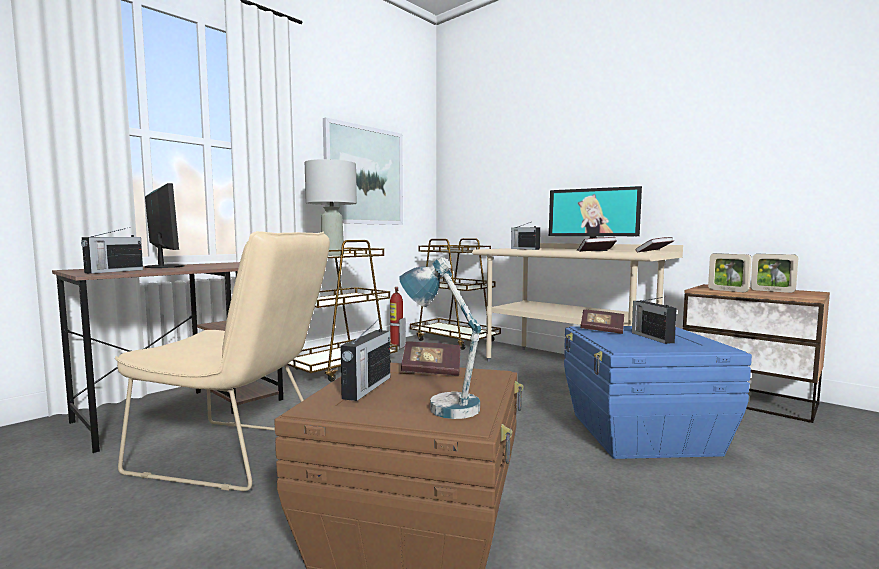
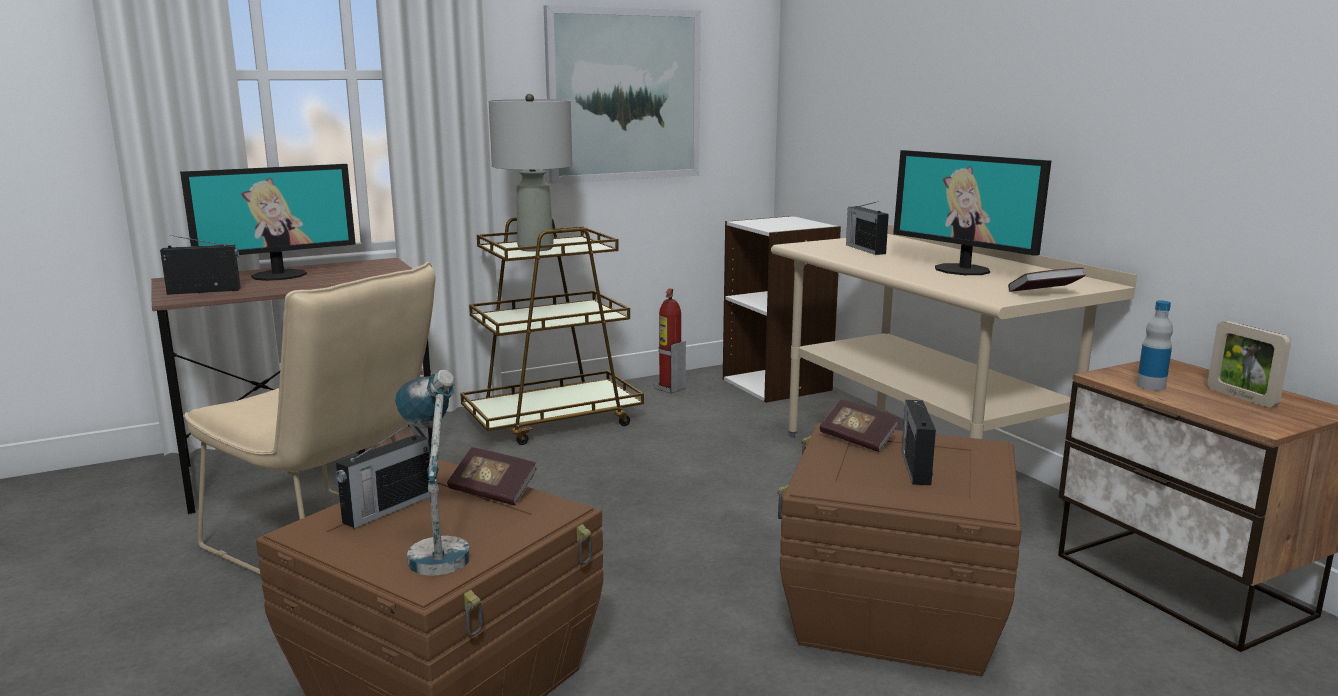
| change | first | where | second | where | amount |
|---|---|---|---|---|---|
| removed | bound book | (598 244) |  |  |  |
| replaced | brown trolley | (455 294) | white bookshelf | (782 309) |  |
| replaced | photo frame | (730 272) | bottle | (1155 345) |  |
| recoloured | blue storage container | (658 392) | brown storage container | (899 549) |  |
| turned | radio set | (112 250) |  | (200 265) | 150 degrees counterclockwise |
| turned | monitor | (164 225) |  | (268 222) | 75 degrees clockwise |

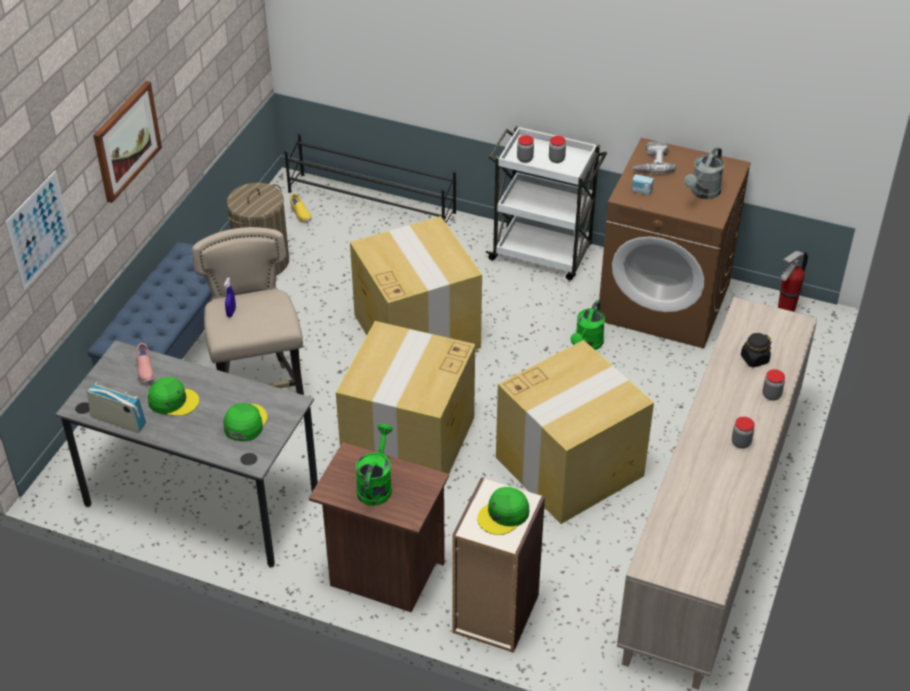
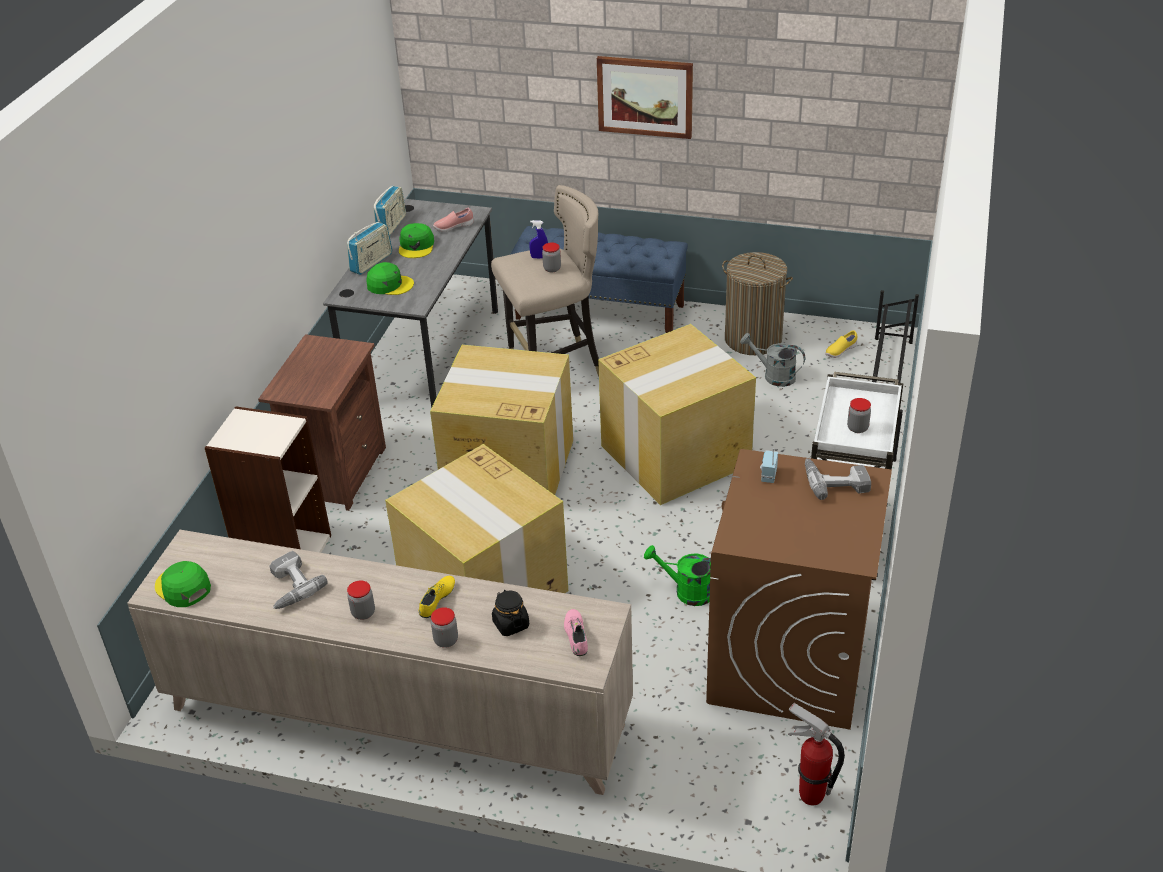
| change | first | where | second | where | amount |
|---|---|---|---|---|---|
| removed | wall picture | (38 230) |  |  |  |
| removed | green sprinkling can | (374 465) |  |  |  |
| added |  |  | drill | (298 580) |  |
| added |  |  | radio set | (369 248) |  |
| added |  |  | yellow-coloured shoe | (437 597) |  |
| added |  |  | pink shoe | (576 632) |  |
| moved | green cap | (503 511) |  | (183 584) |  |
| moved | preserve jar | (525 149) |  | (551 257) |  |
| moved | gray sprinkling can | (704 173) |  | (772 360) |  |

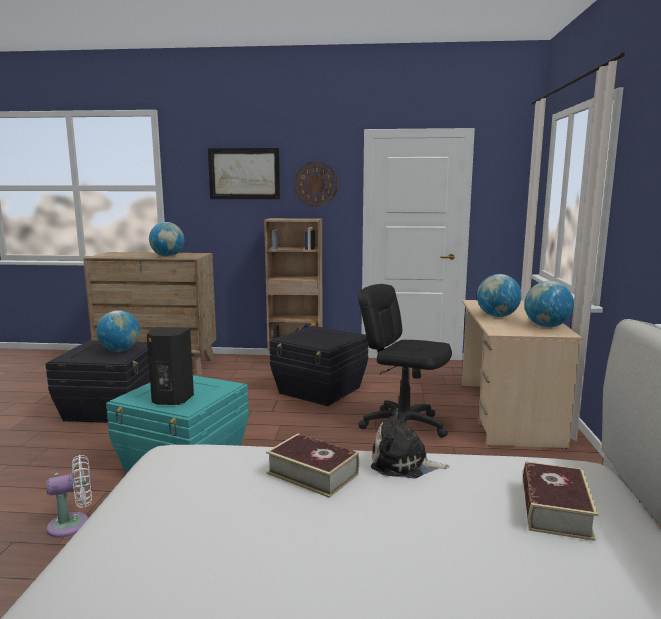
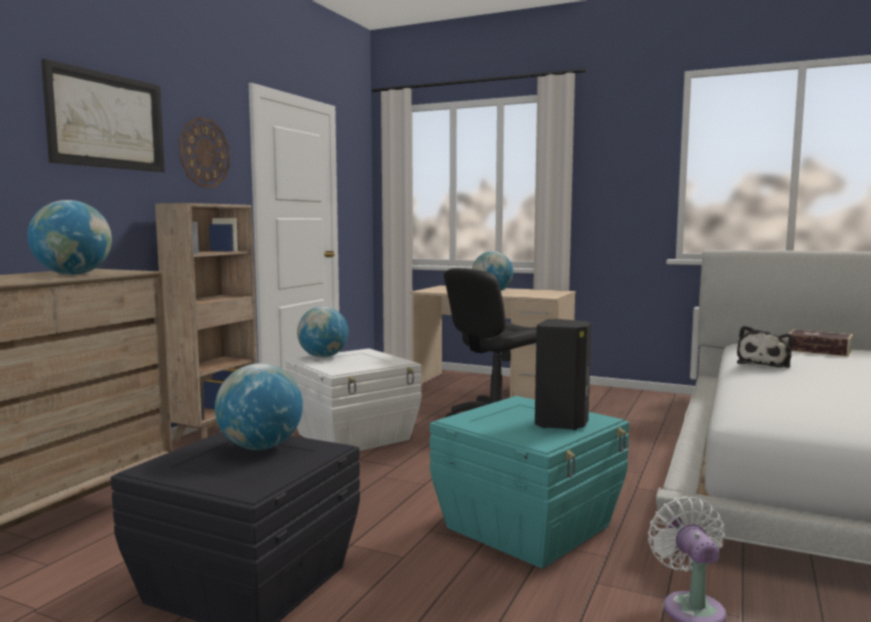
| change | first | where | second | where | amount |
|---|---|---|---|---|---|
| removed | bound book | (312 465) |  |  |  |
| moved | world globe | (549 304) |  | (322 332) |  |
| recoloured | black-coloured storage container | (318 366) | white storage container | (354 400) |  |

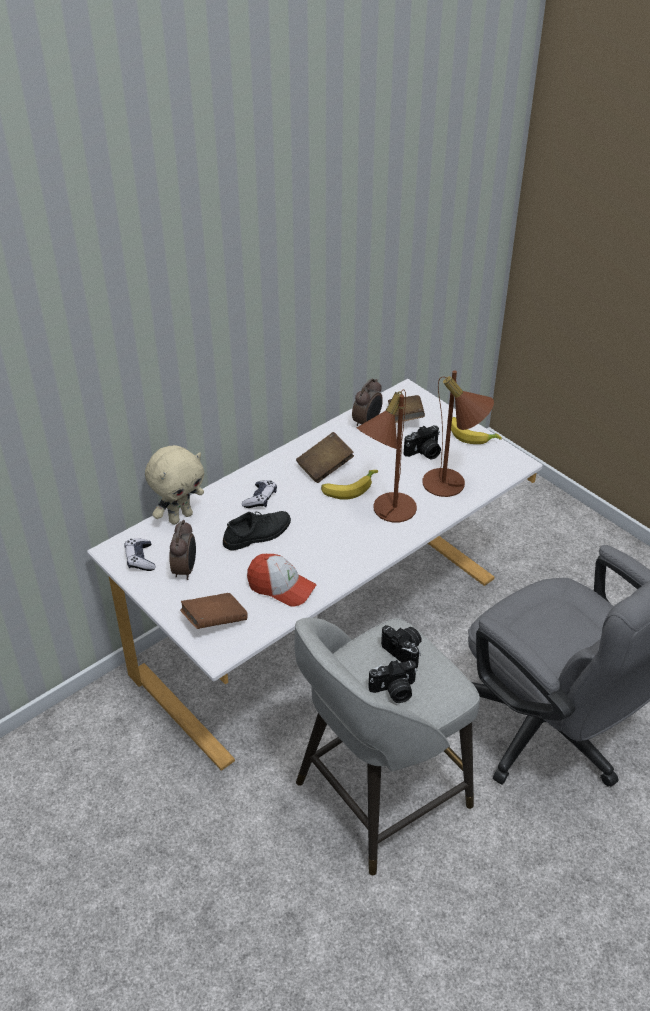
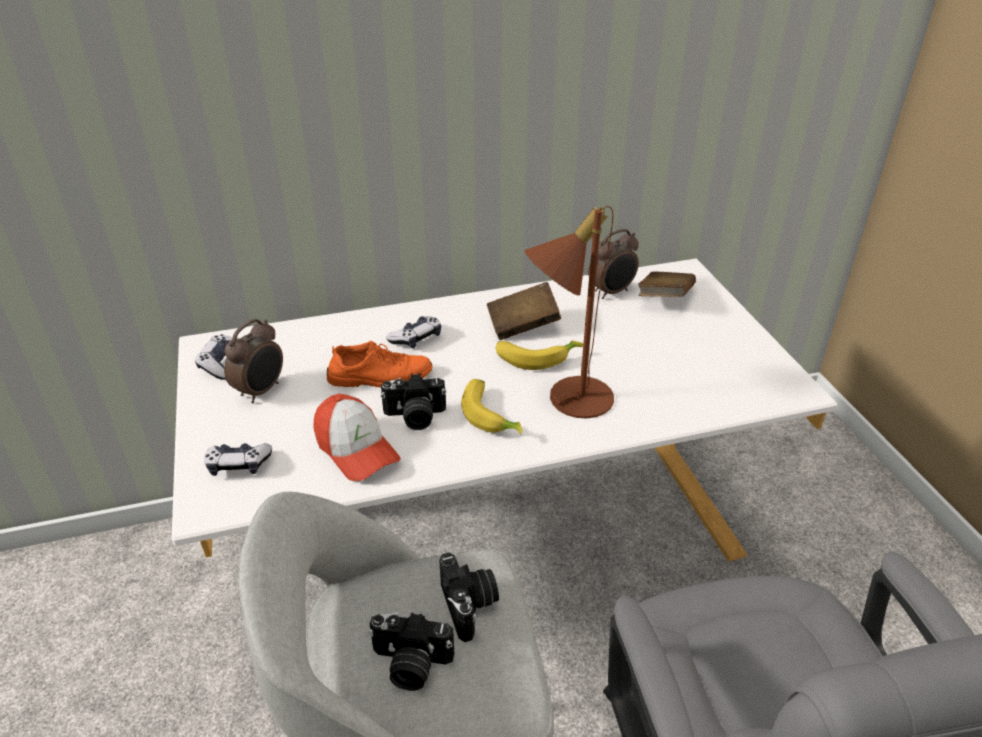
| change | first | where | second | where | amount |
|---|---|---|---|---|---|
| removed | beige plush toy | (174 485) |  |  |  |
| removed | brown tabletop lamp | (458 434) |  |  |  |
| moved | still camera | (422 442) |  | (413 401) |  |
| moved | whole banana | (476 430) |  | (491 406) |  |
| replaced | brown bound book | (214 611) | joypad | (238 459) |  |
| recoloured | black-coloured shoe | (257 530) | orange shoe | (379 364) |  |

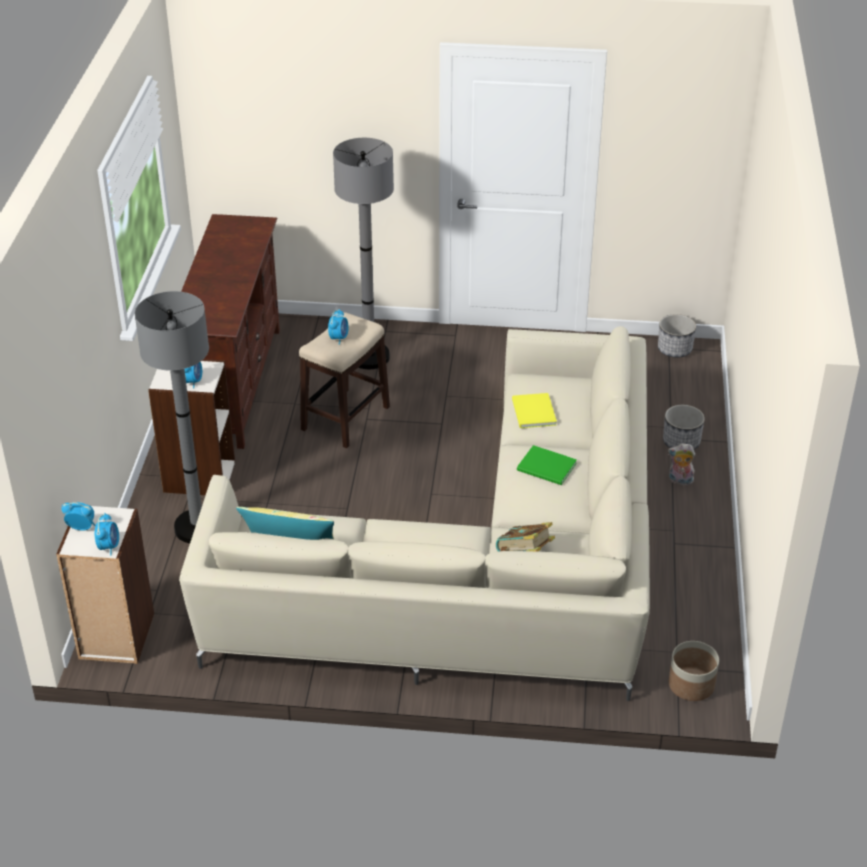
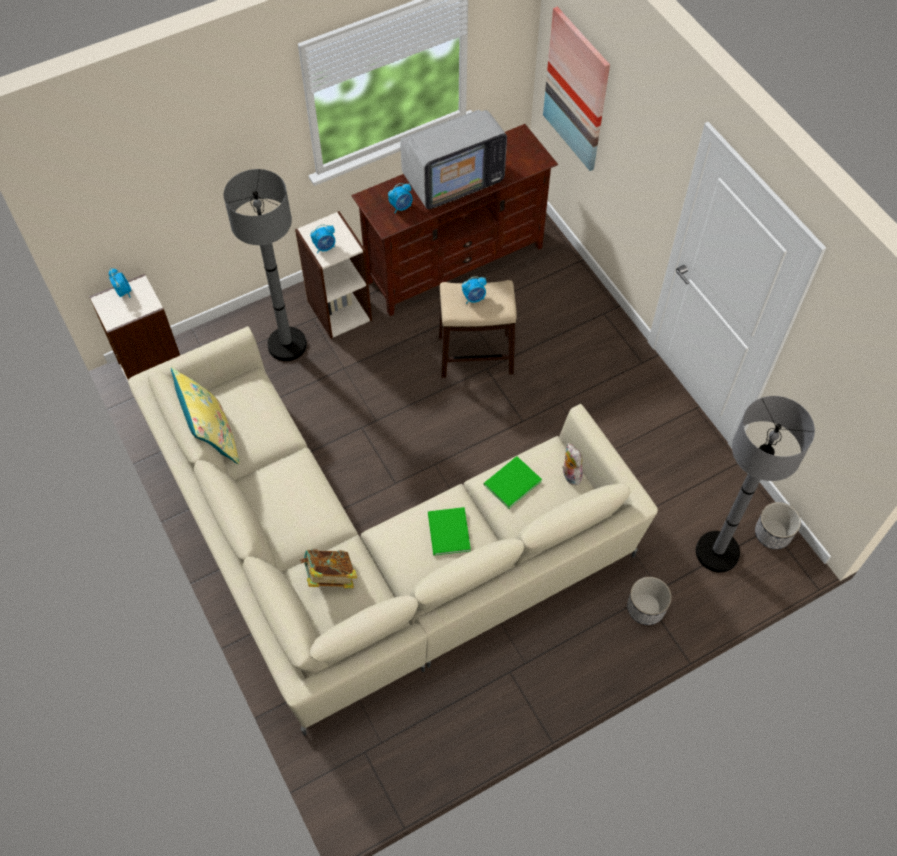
| change | first | where | second | where | amount |
|---|---|---|---|---|---|
| removed | flower pot | (693 671) |  |  |  |
| added |  |  | TV set | (453 159) |  |
| added |  |  | wall picture | (576 89) |  |
| moved | alarm clock | (106 534) |  | (400 198) |  |
| moved | gray floor lamp | (363 253) |  | (755 484) |  |
| moved | plush toy | (681 464) |  | (572 464) |  |
| recoloured | yellow-coloured bound book | (534 410) | green bound book | (513 482) |  |

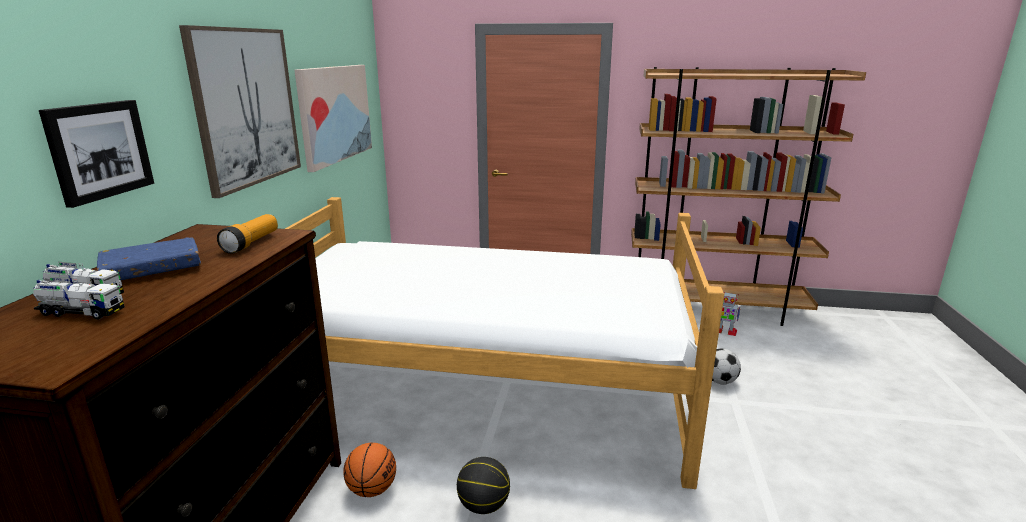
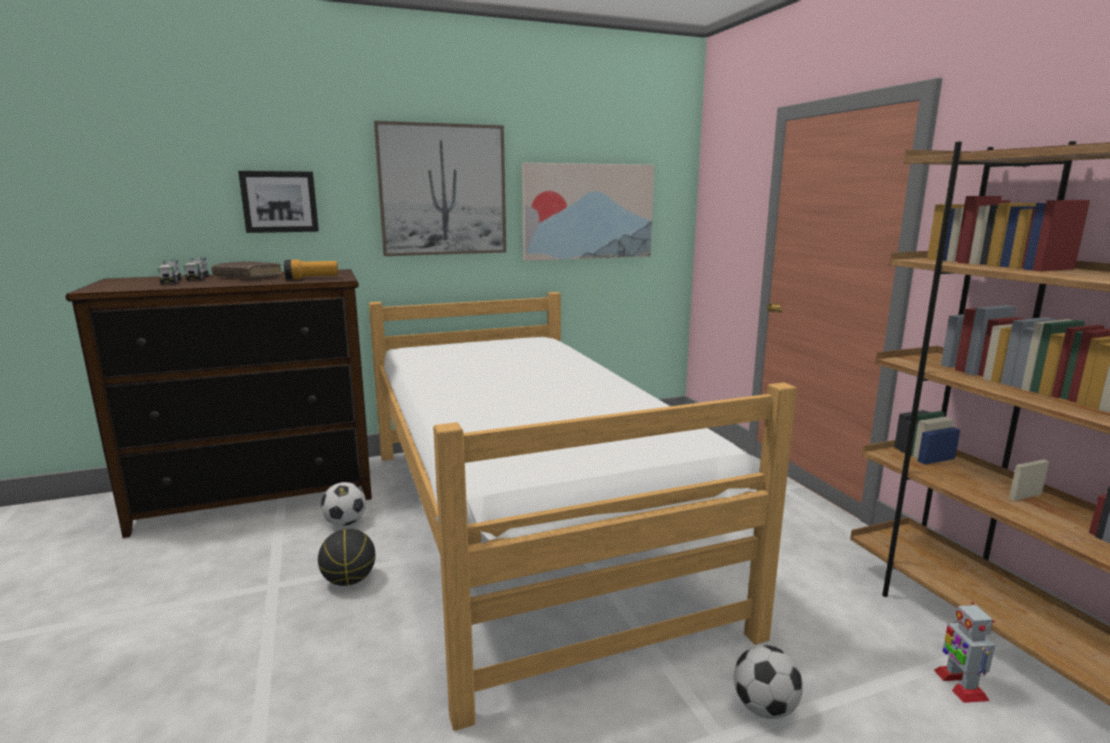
| change | first | where | second | where | amount |
|---|---|---|---|---|---|
| replaced | ball for basketball | (369 470) | football | (343 504) |  |
| recoloured | blue bound book | (149 259) | brown bound book | (246 270) |  |

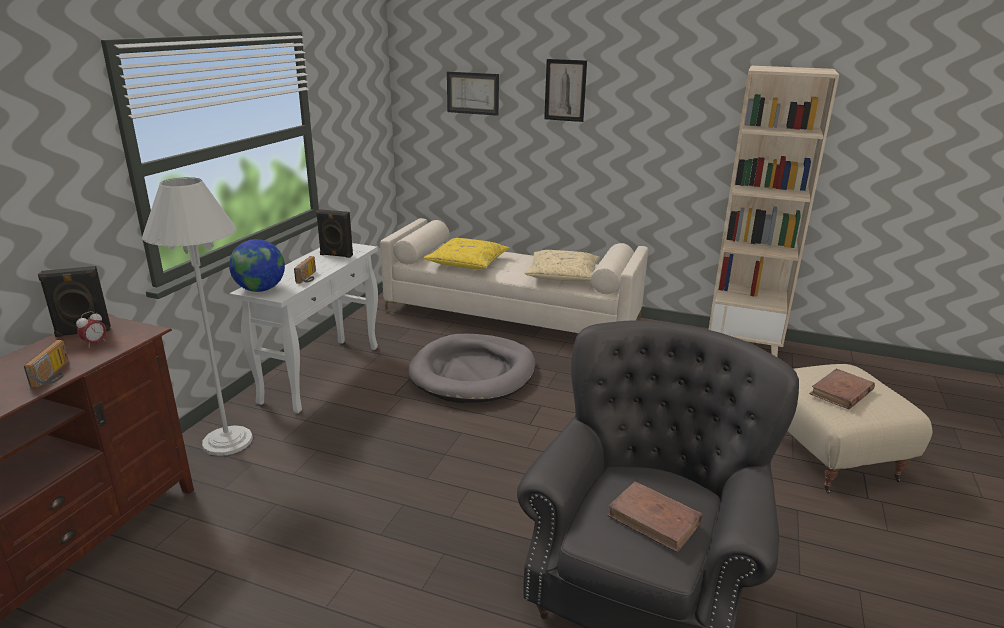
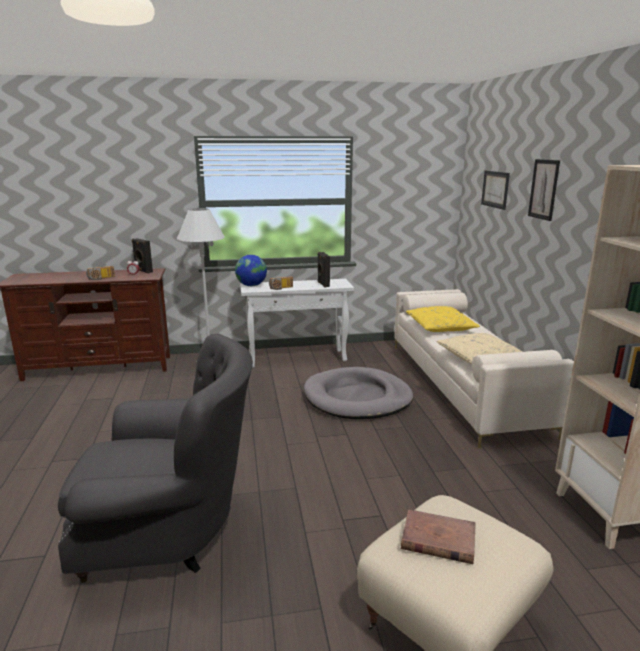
| change | first | where | second | where | amount |
|---|---|---|---|---|---|
| removed | brown bound book | (655 517) |  |  |  |

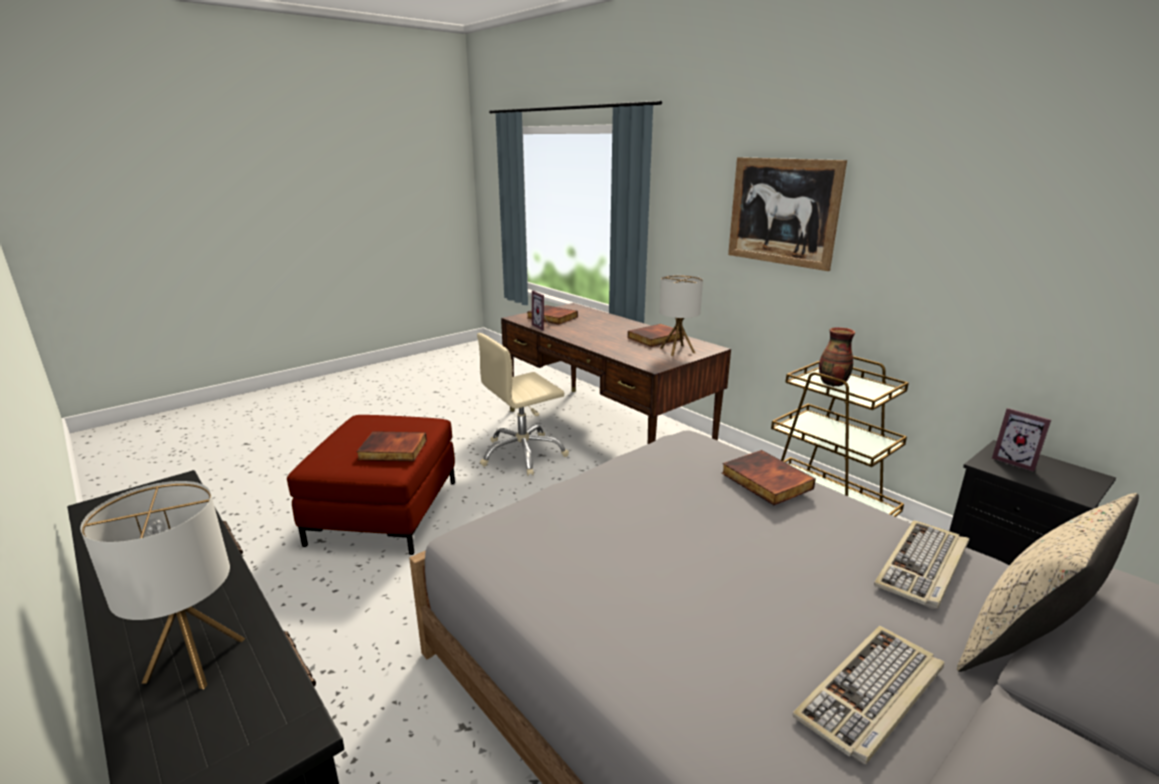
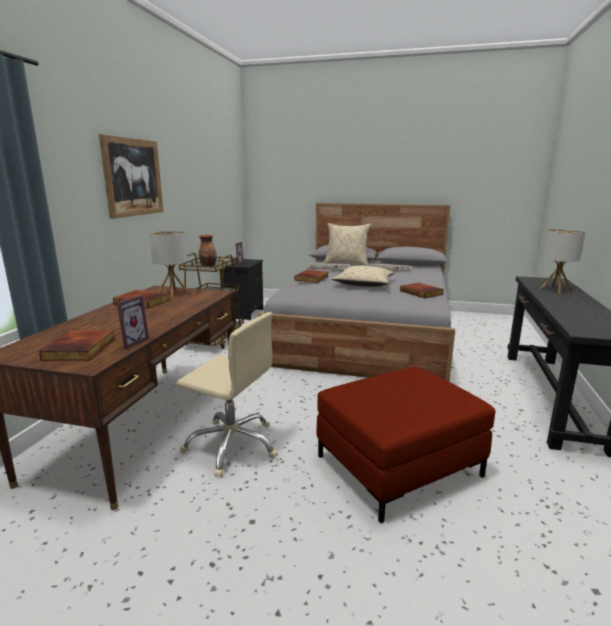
| change | first | where | second | where | amount |
|---|---|---|---|---|---|
| added |  |  | beige cushion | (363 276) |  |
| moved | bound book | (391 446) |  | (422 290) |  |

